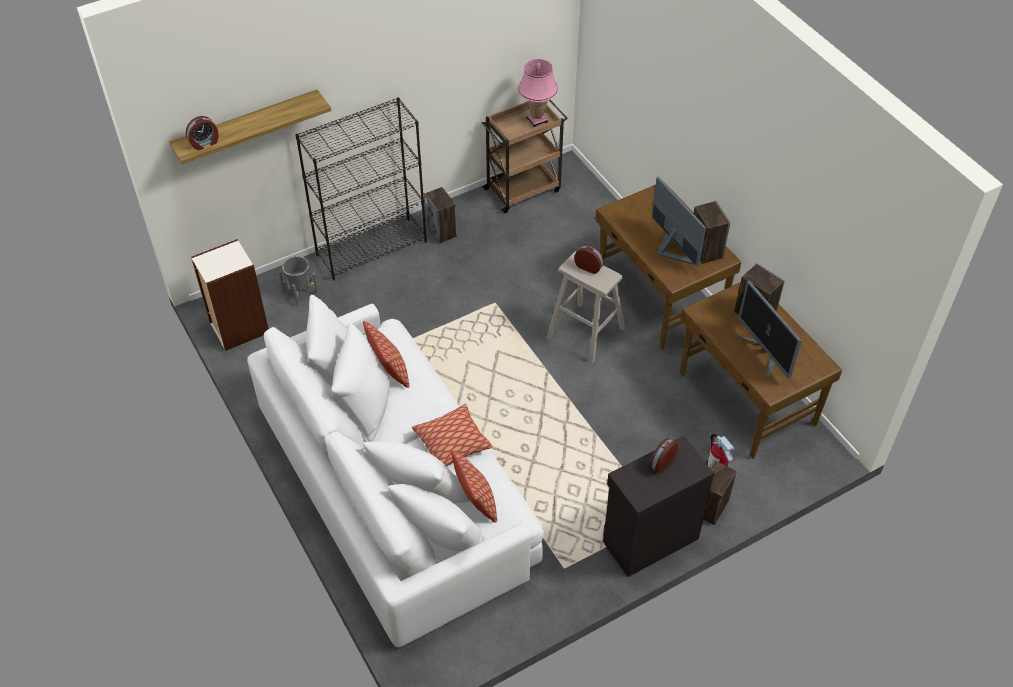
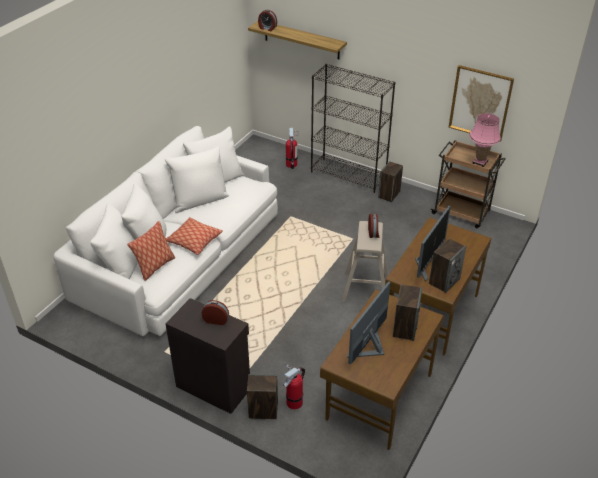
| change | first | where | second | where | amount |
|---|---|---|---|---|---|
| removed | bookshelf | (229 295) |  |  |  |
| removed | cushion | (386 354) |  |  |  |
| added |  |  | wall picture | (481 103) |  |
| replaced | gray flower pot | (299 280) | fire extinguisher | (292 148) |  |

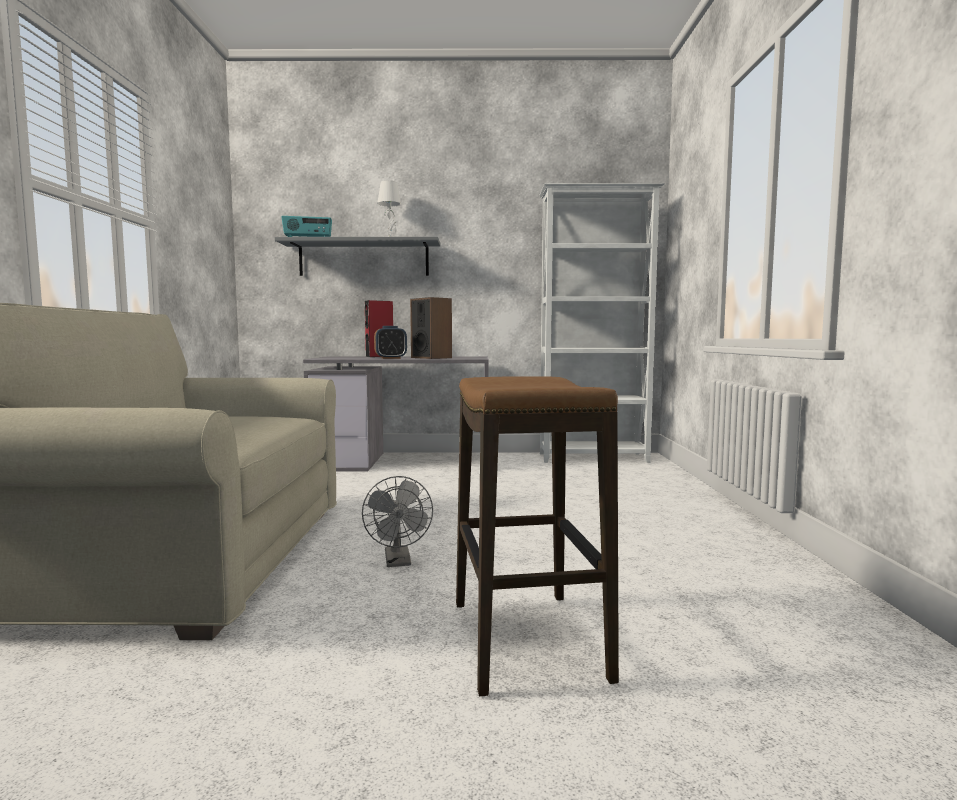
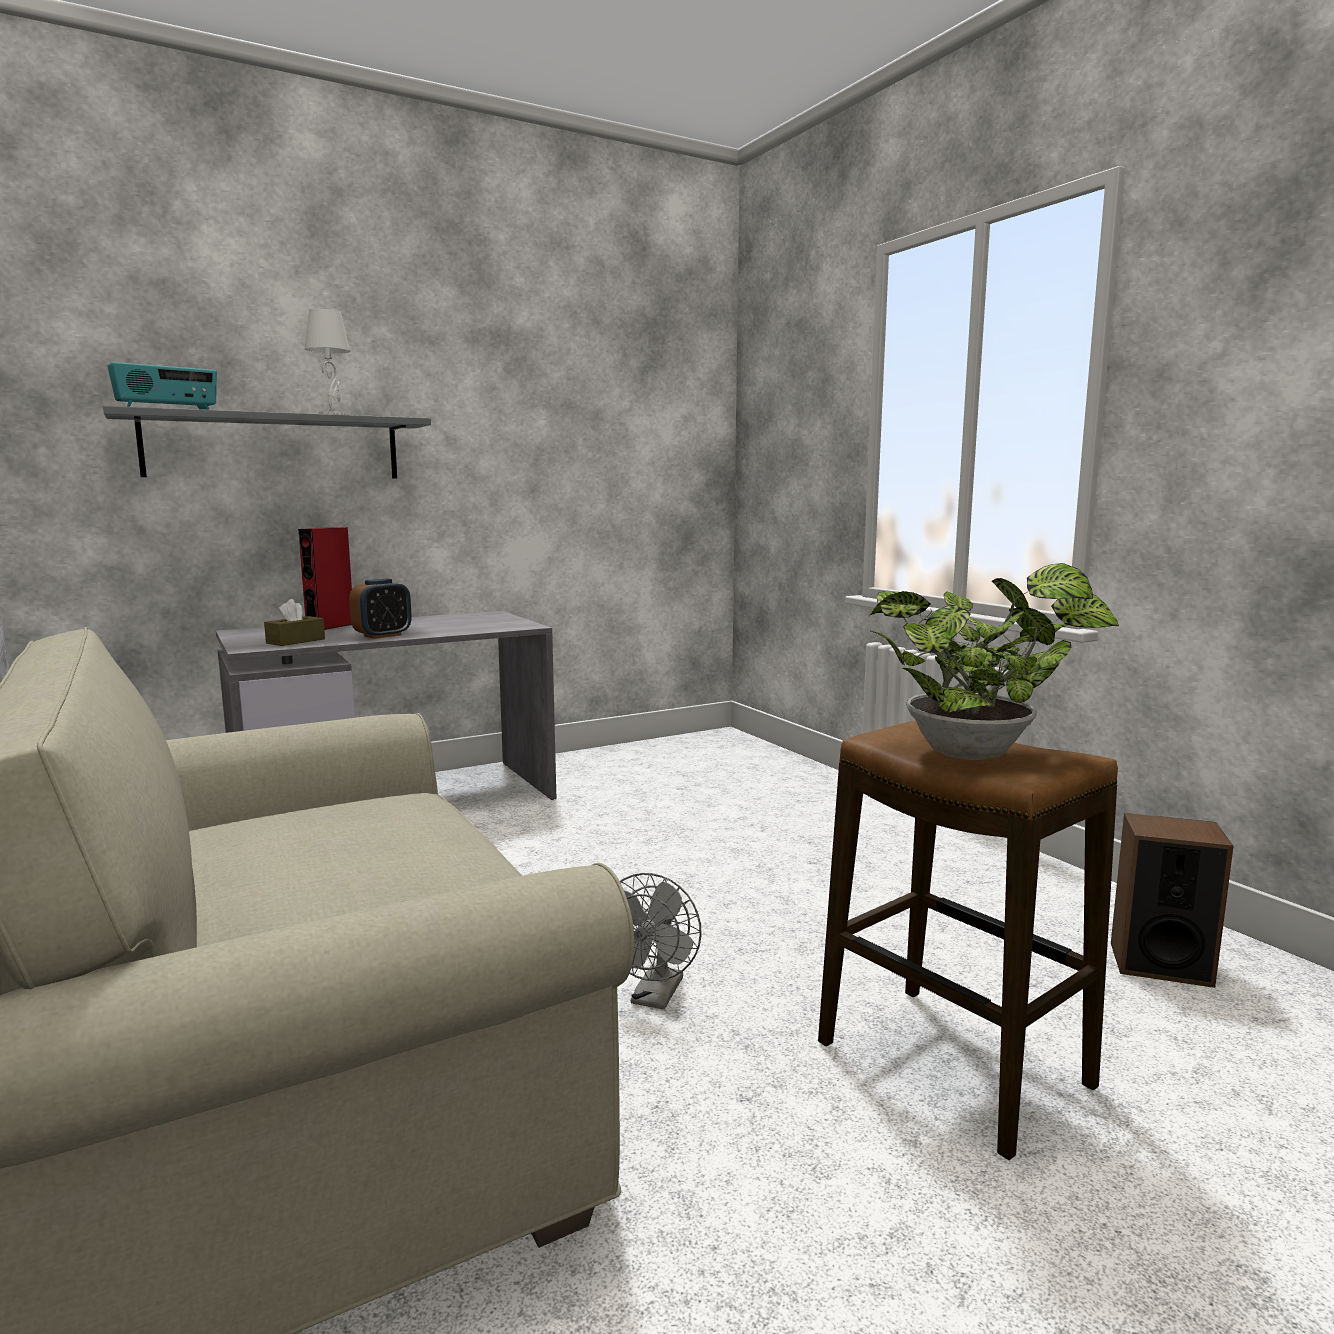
| change | first | where | second | where | amount |
|---|---|---|---|---|---|
| removed | white bookshelf | (602 323) |  |  |  |
| added |  |  | brown tissue box | (294 622) |  |
| added |  |  | potted plant | (993 661) |  |
| moved | loudspeaker | (431 328) |  | (1172 900) |  |
| turned | gray electric fan | (397 521) |  | (661 941) | 60 degrees clockwise |

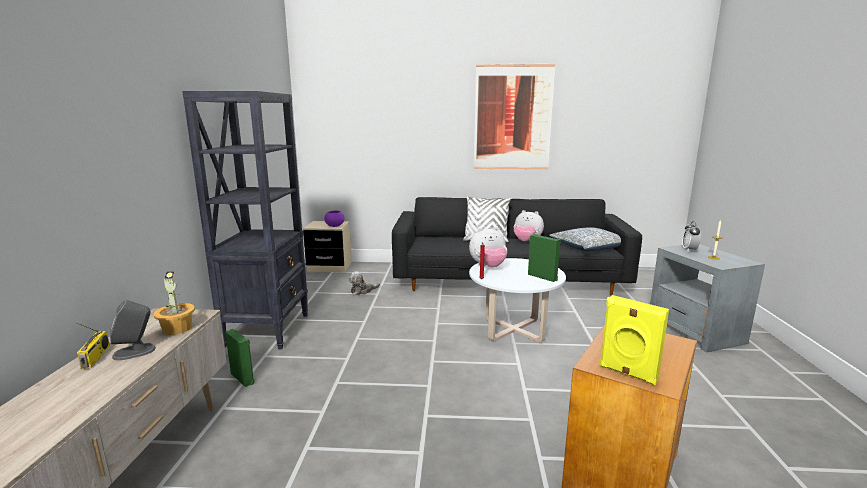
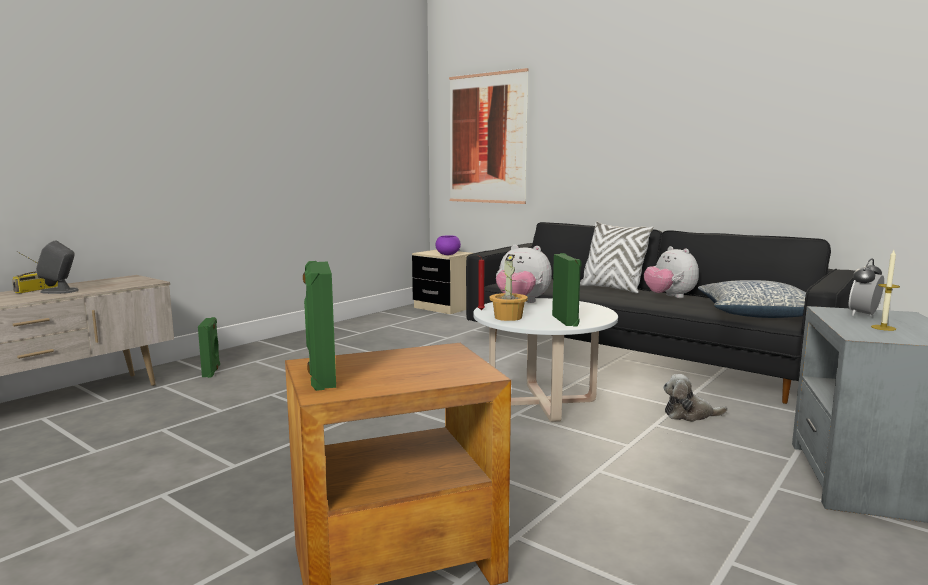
| change | first | where | second | where | amount |
|---|---|---|---|---|---|
| removed | black-coloured bookshelf | (245 220) |  |  |  |
| moved | potted plant | (174 303) |  | (509 287) |  |
| moved | plush toy | (364 283) |  | (695 398) |  |
| moved | wall picture | (514 117) |  | (489 136) |  |
| recoloured | yellow-coloured loudspeaker | (634 340) | green loudspeaker | (319 326) |  |

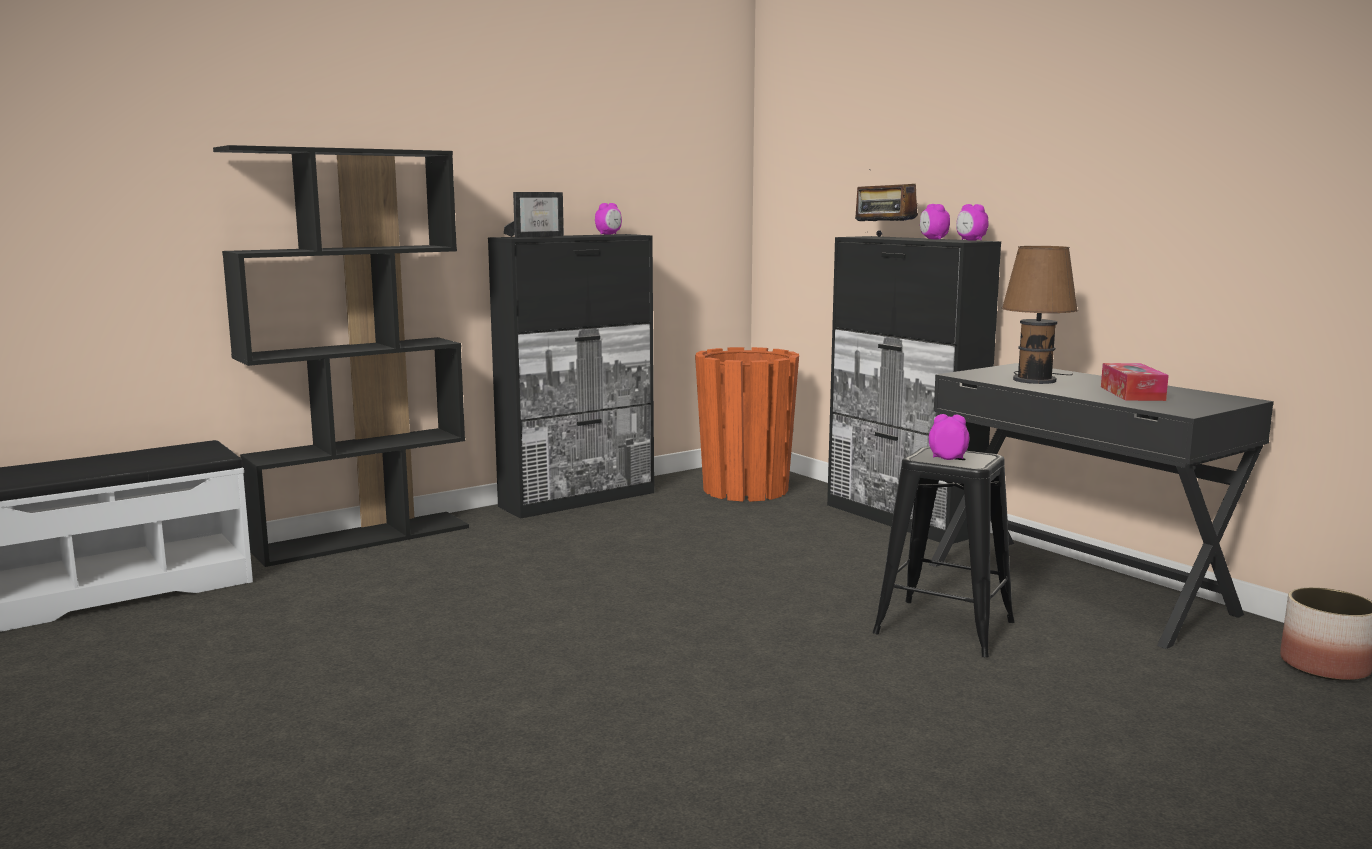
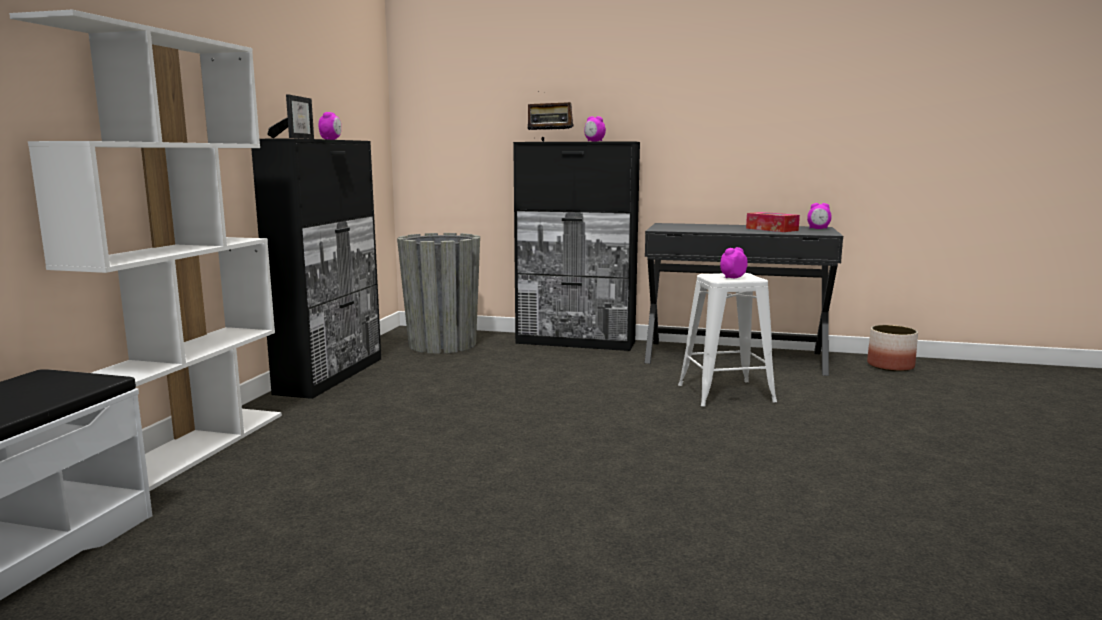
| change | first | where | second | where | amount |
|---|---|---|---|---|---|
| removed | brown tabletop lamp | (1040 315) |  |  |  |
| moved | alarm clock | (972 222) |  | (819 216) |  |
| recoloured | black-coloured bookshelf | (341 356) | white bookshelf | (145 250) |  |
| recoloured | orange flower pot | (747 424) | gray flower pot | (438 293) |  |
| recoloured | black-coloured sitting stool | (943 551) | white sitting stool | (727 340) |  |

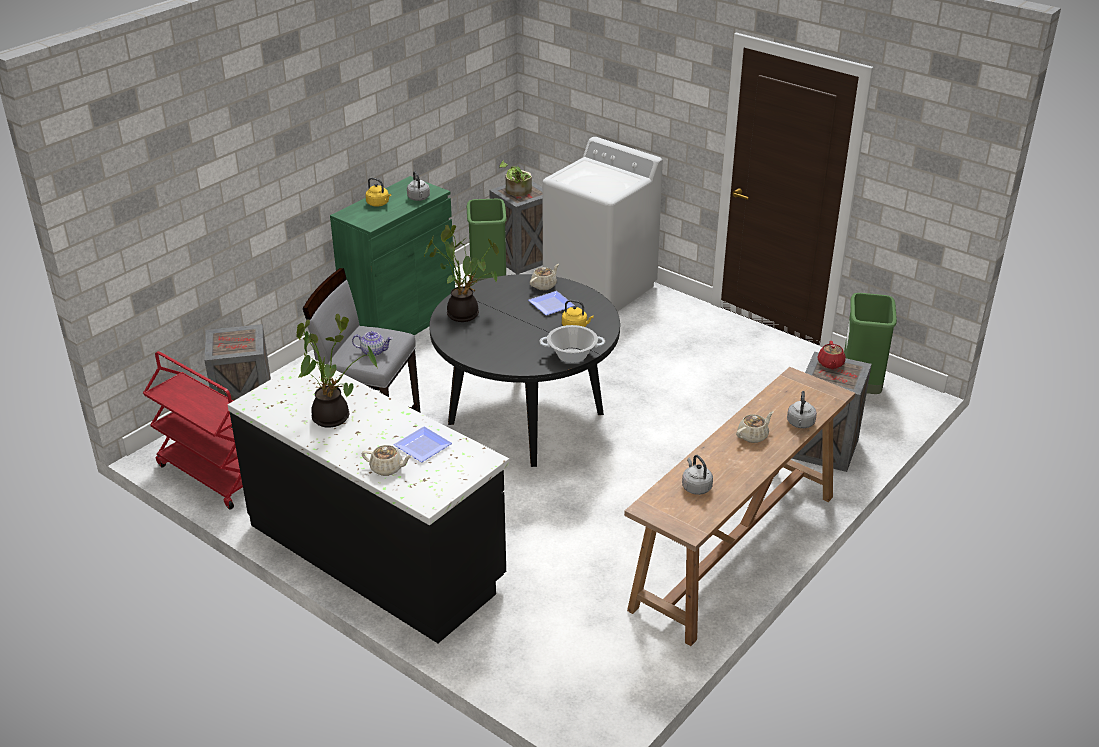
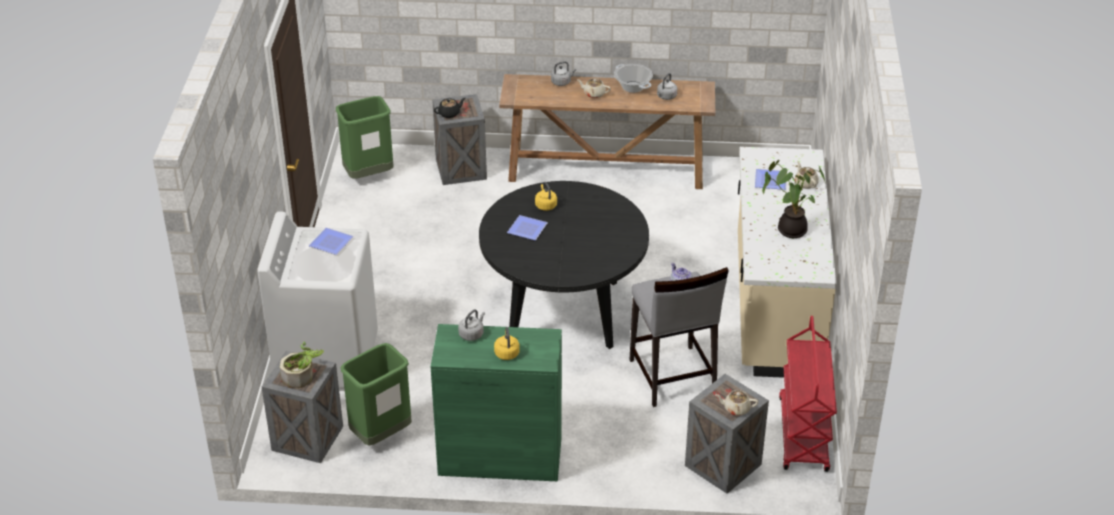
| change | first | where | second | where | amount |
|---|---|---|---|---|---|
| removed | potted plant | (461 273) |  |  |  |
| added |  |  | dinner plate | (331 241) |  |
| moved | beige tea pot | (544 277) |  | (736 403) |  |
| moved | saucepot | (572 344) |  | (633 78) |  |
| recoloured | black-coloured kitchen counter | (368 500) | beige kitchen counter | (787 262) |  |
| recoloured | red tea pot | (831 355) | black-coloured tea pot | (449 108) |  |

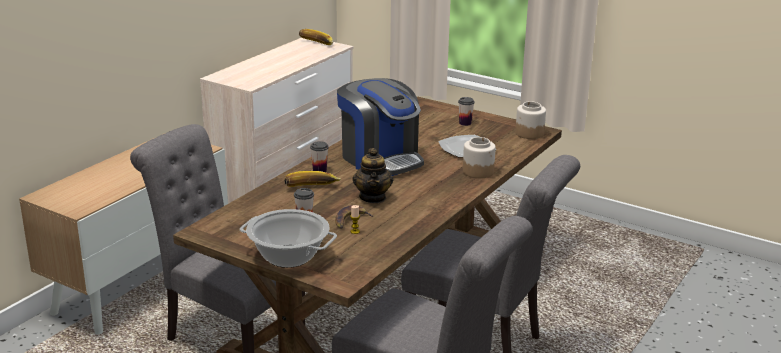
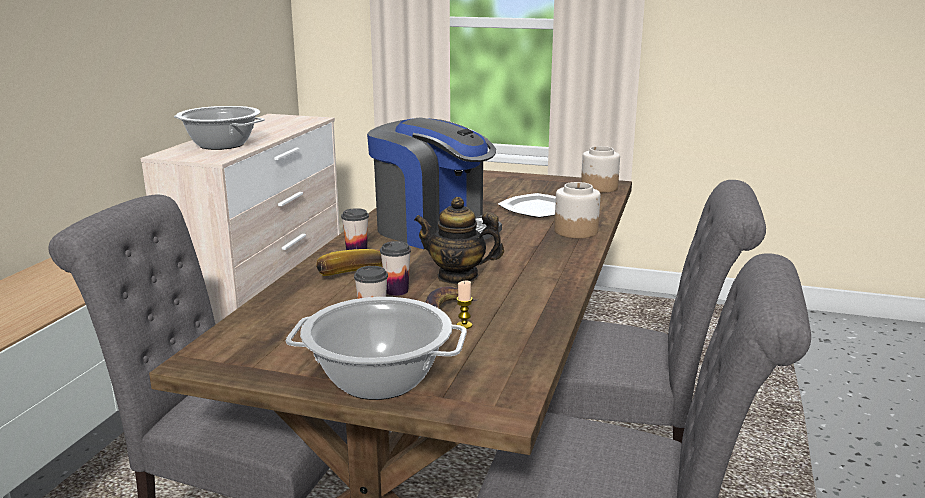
| change | first | where | second | where | amount |
|---|---|---|---|---|---|
| removed | whole banana | (316 37) |  |  |  |
| added |  |  | saucepot | (219 128) |  |
| moved | drinking cup | (466 111) |  | (395 268) |  |
| turned | tea pot | (372 175) |  | (459 240) | 120 degrees clockwise |

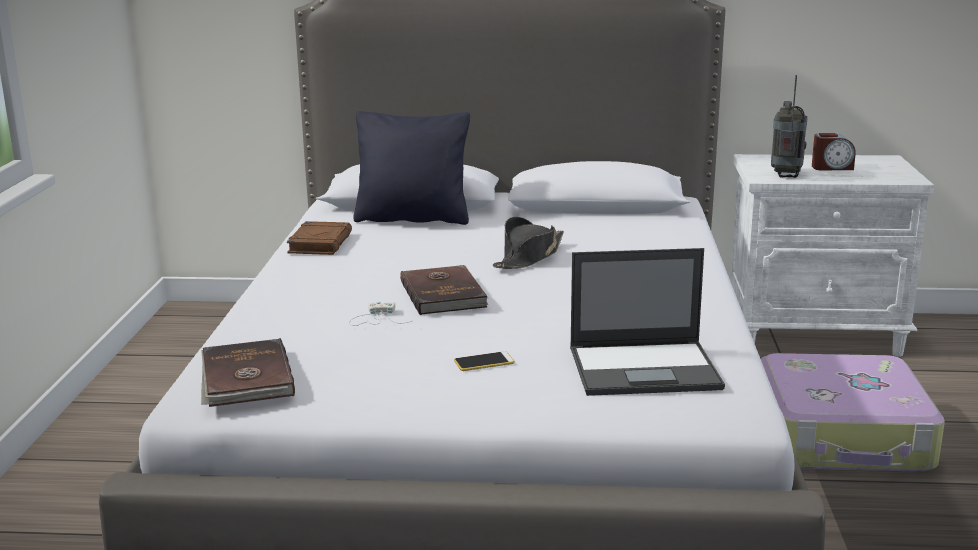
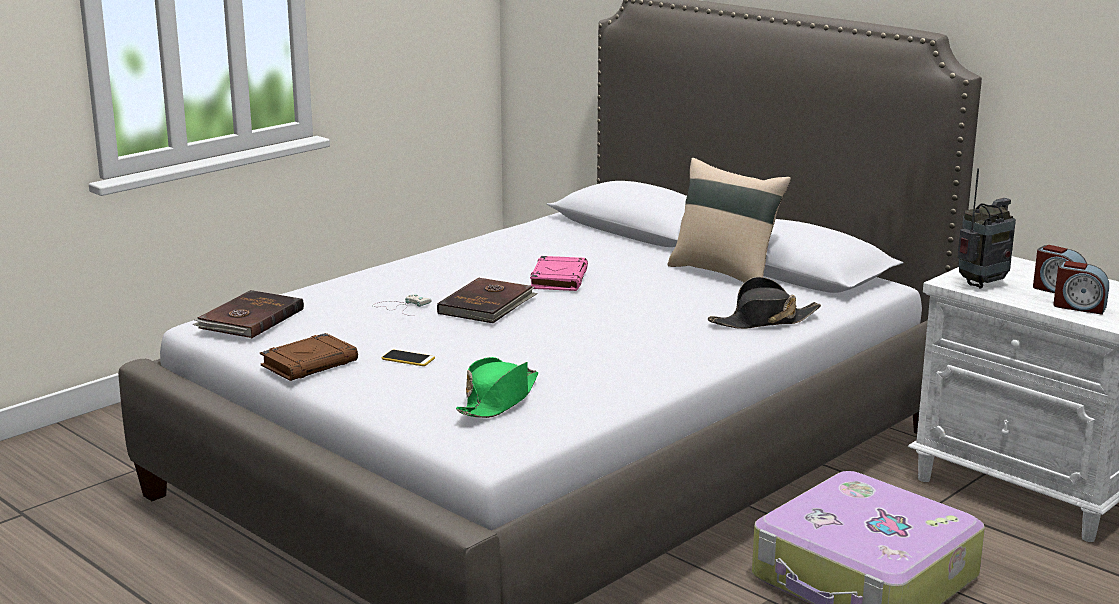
| change | first | where | second | where | amount |
|---|---|---|---|---|---|
| removed | black-coloured cushion | (411 168) |  |  |  |
| added |  |  | pink bound book | (559 273) |  |
| added |  |  | beige cushion | (729 220) |  |
| added |  |  | alarm clock | (1081 288) |  |
| moved | brown bound book | (319 238) |  | (309 357) |  |
| moved | black-coloured wearable hat | (528 243) |  | (764 303) |  |
| replaced | notebook computer | (647 322) | green wearable hat | (497 387) |  |

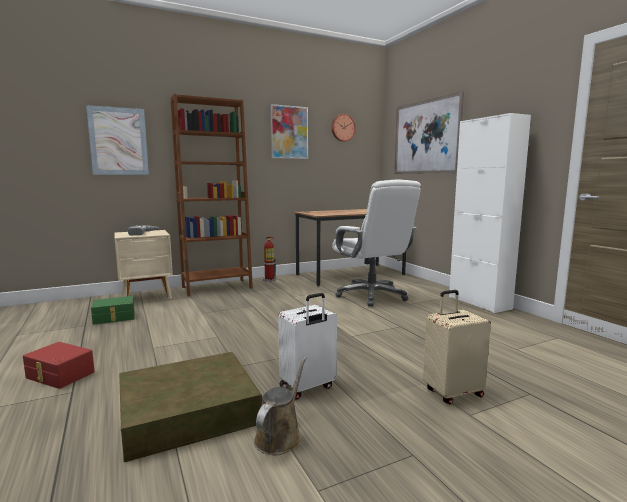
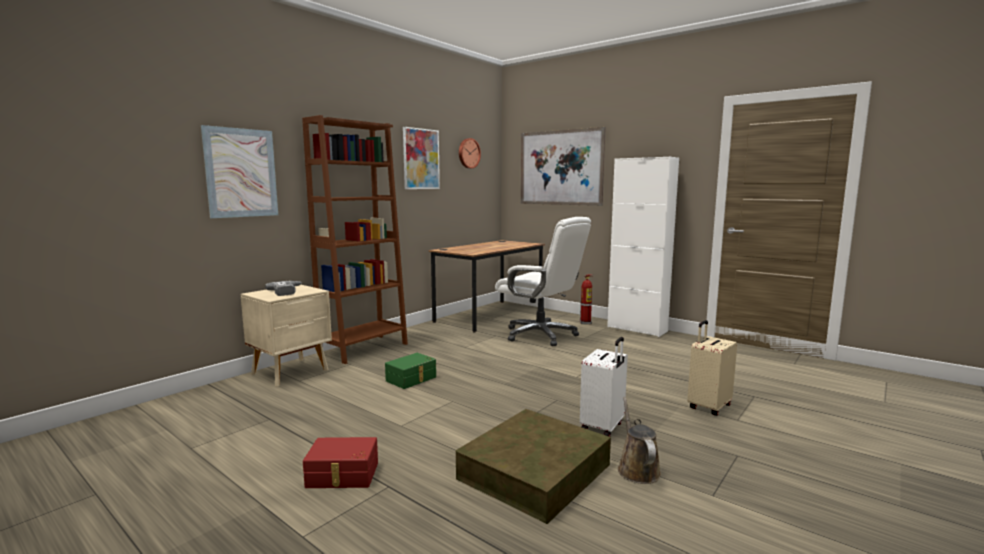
| change | first | where | second | where | amount |
|---|---|---|---|---|---|
| moved | green storage container | (113 310) |  | (410 371) |  |
| moved | fire extinguisher | (269 259) |  | (586 299) |  |

